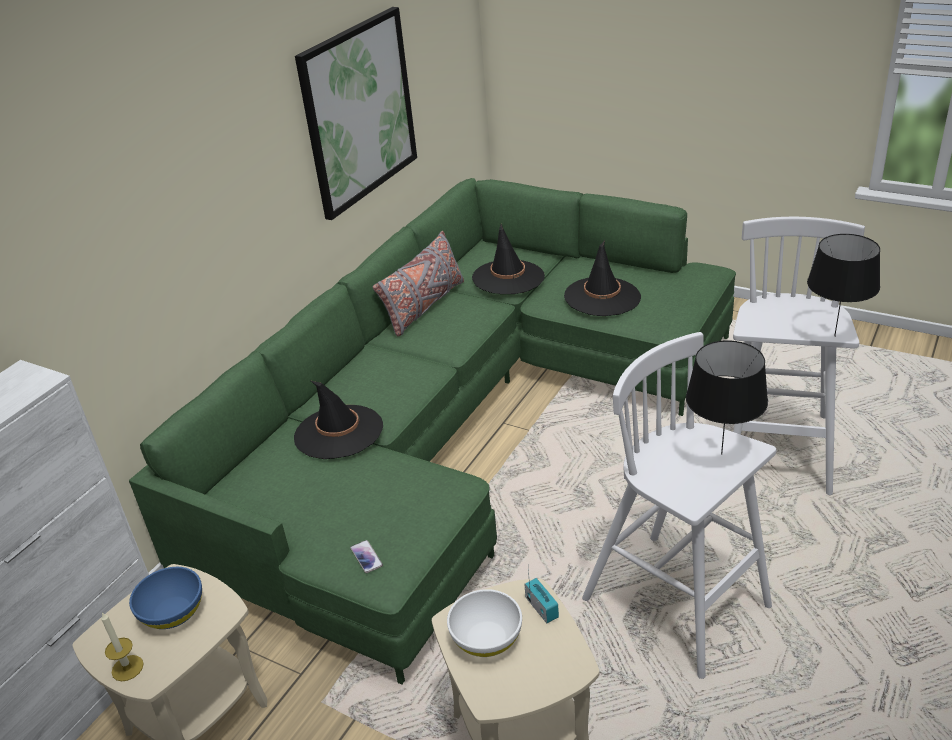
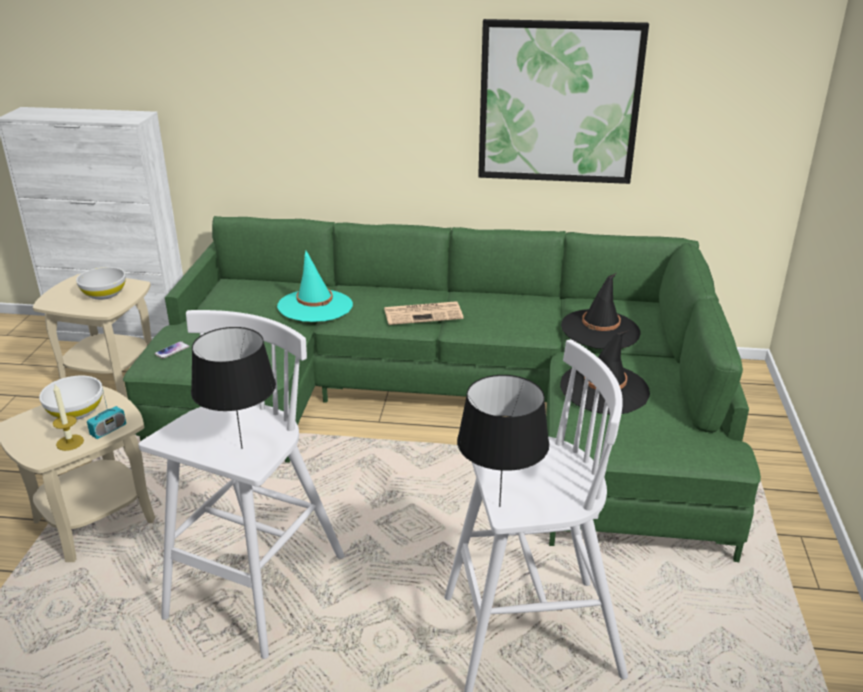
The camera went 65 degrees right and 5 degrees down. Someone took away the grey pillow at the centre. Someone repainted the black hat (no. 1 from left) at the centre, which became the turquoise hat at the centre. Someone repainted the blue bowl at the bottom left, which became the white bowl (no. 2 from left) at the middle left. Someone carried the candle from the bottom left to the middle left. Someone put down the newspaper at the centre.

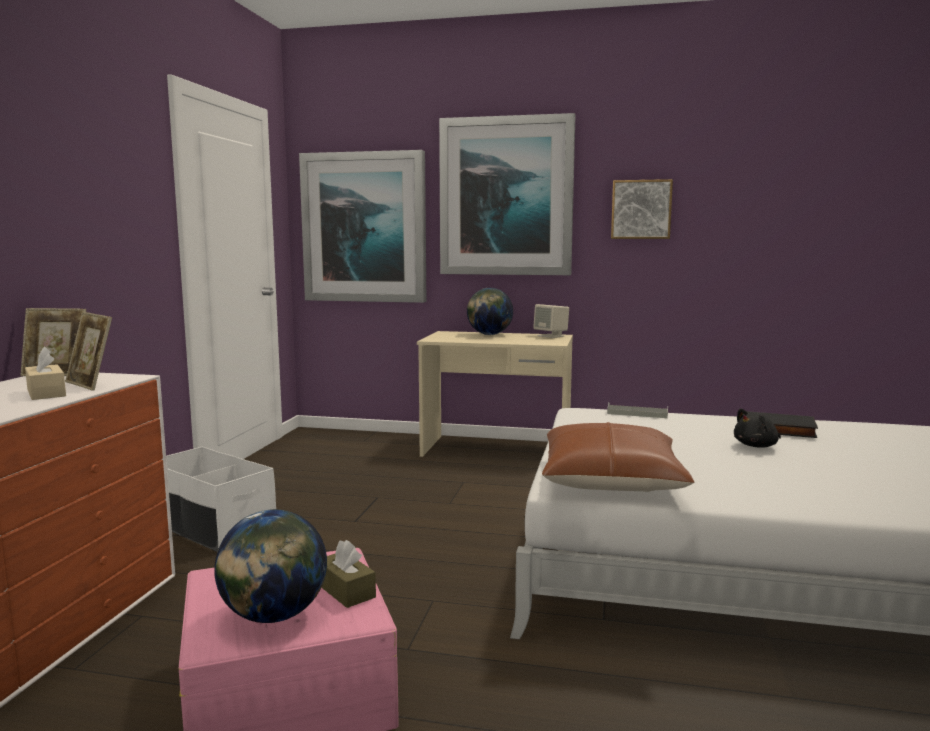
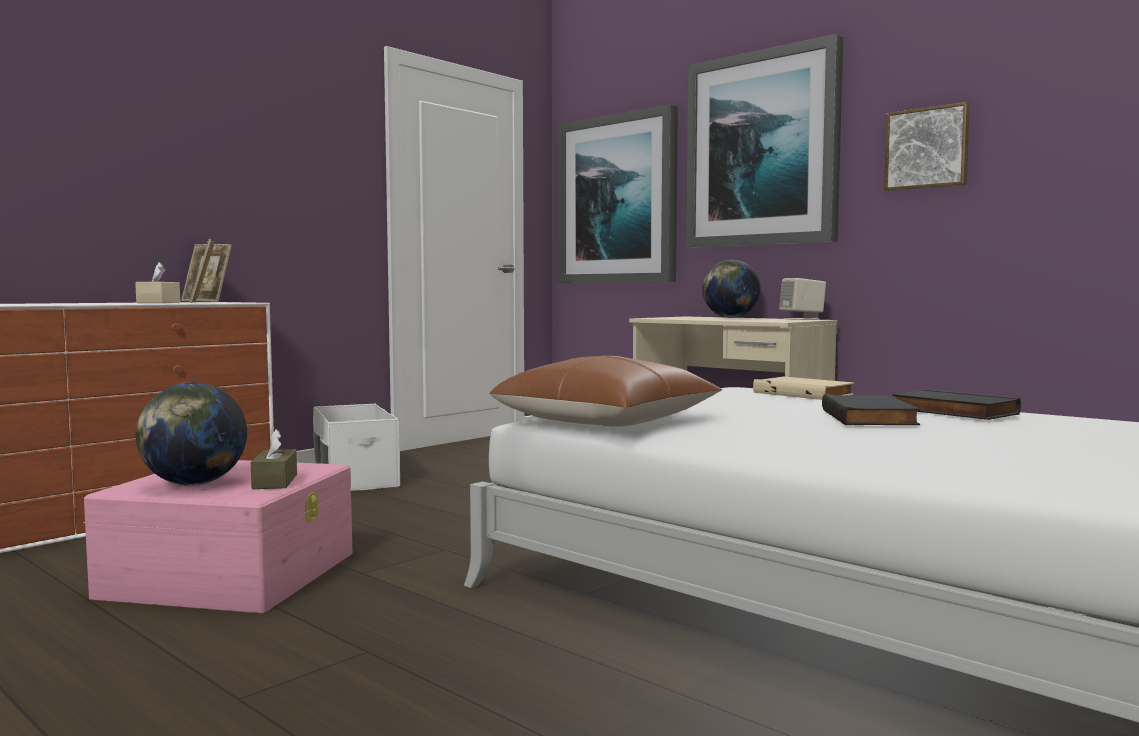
The camera went 30 degrees right and 5 degrees down. Someone swapped the grey tray at the middle right for the beige book at the middle right. Someone swapped the black plush toy at the middle right for the black book (no. 1 from left) at the middle right.

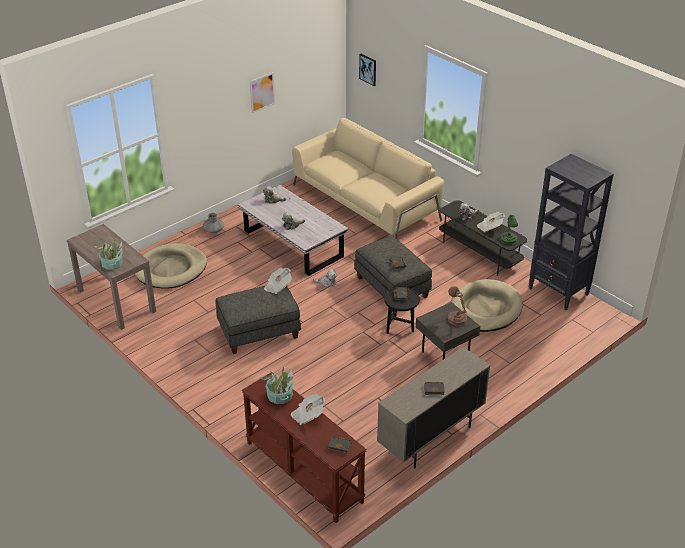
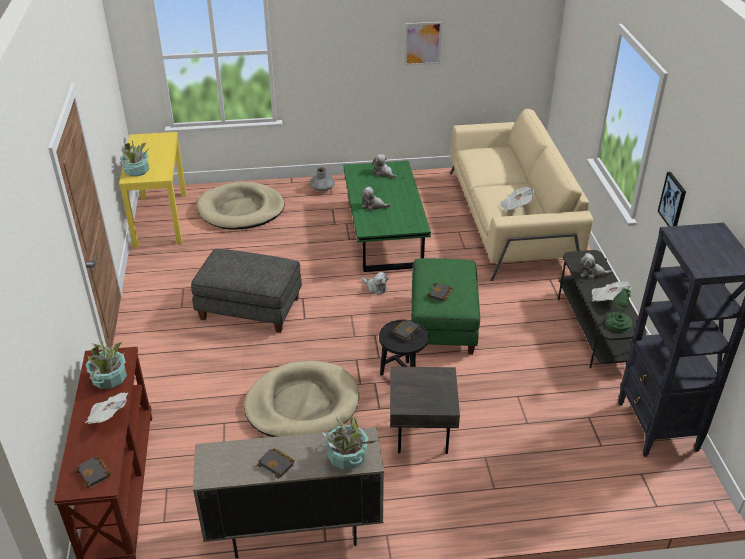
The camera went 35 degrees right and 0 degrees up. Someone carried the picture (no. 2 from left) from the top centre to the middle right. Someone repainted the white coffee table at the centre, which became the green coffee table at the centre. Someone repainted the brown console table (no. 1 from left) at the middle left, which became the yellow console table at the middle left. Someone repainted the grey ottoman (no. 2 from left) at the centre, which became the green ottoman at the centre. Someone carried the newspaper (no. 1 from left in the first image) from the centre to the middle right. Someone carried the beige dog bed (no. 2 from left) from the middle right to the bottom centre. Someone took away the brown table lamp at the middle right. Someone put down the potted plant (no. 3 from left) at the bottom centre.

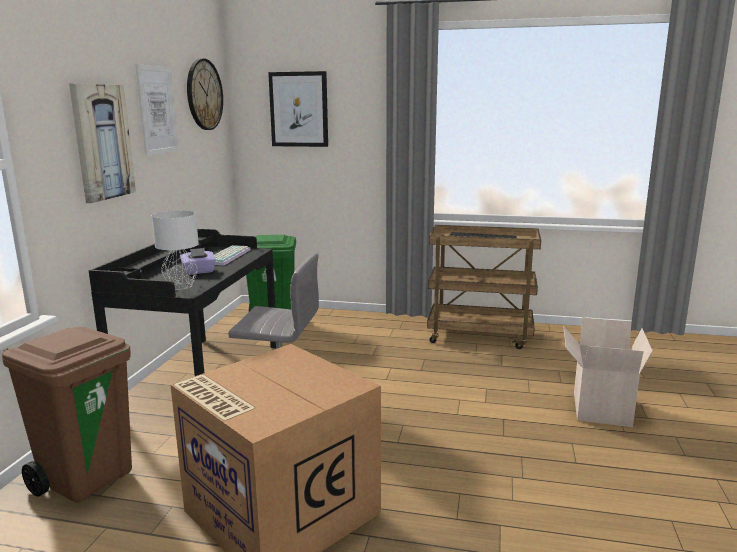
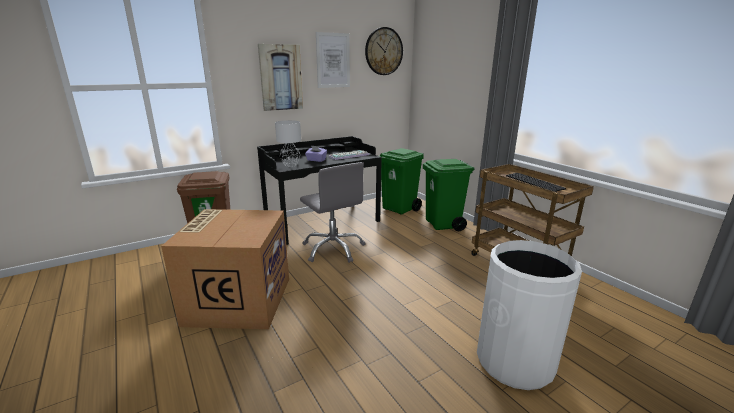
The camera went 45 degrees right and 5 degrees up. Someone took away the picture (no. 3 from left) at the top centre. Someone swapped the cardboard box (no. 2 from left) at the bottom right for the white trash can at the bottom right. Someone put down the green trash can (no. 2 from left) at the centre.

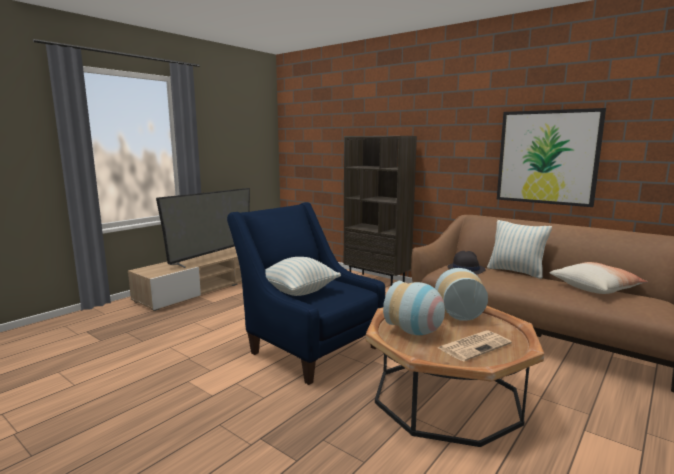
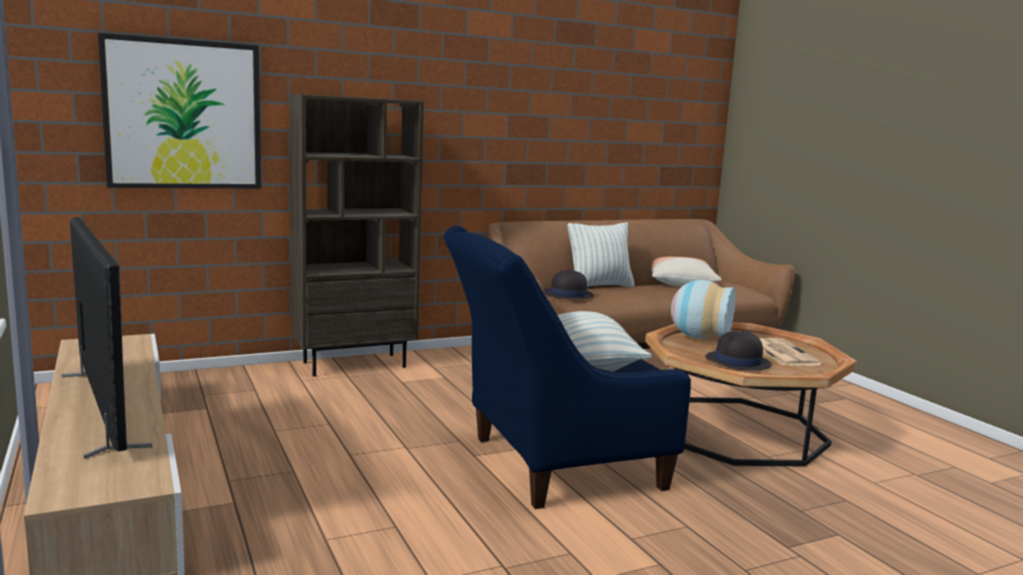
The camera went 65 degrees left and 0 degrees up. Someone carried the picture from the top right to the top left. Someone swapped the vase (no. 1 from left) at the centre for the black hat (no. 2 from left) at the middle right.

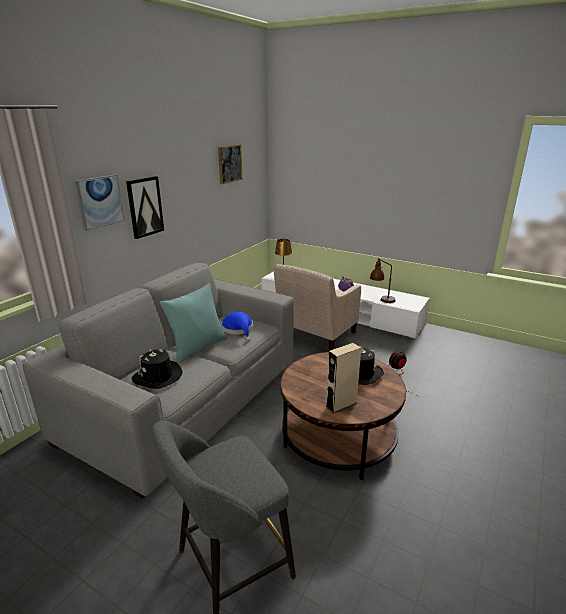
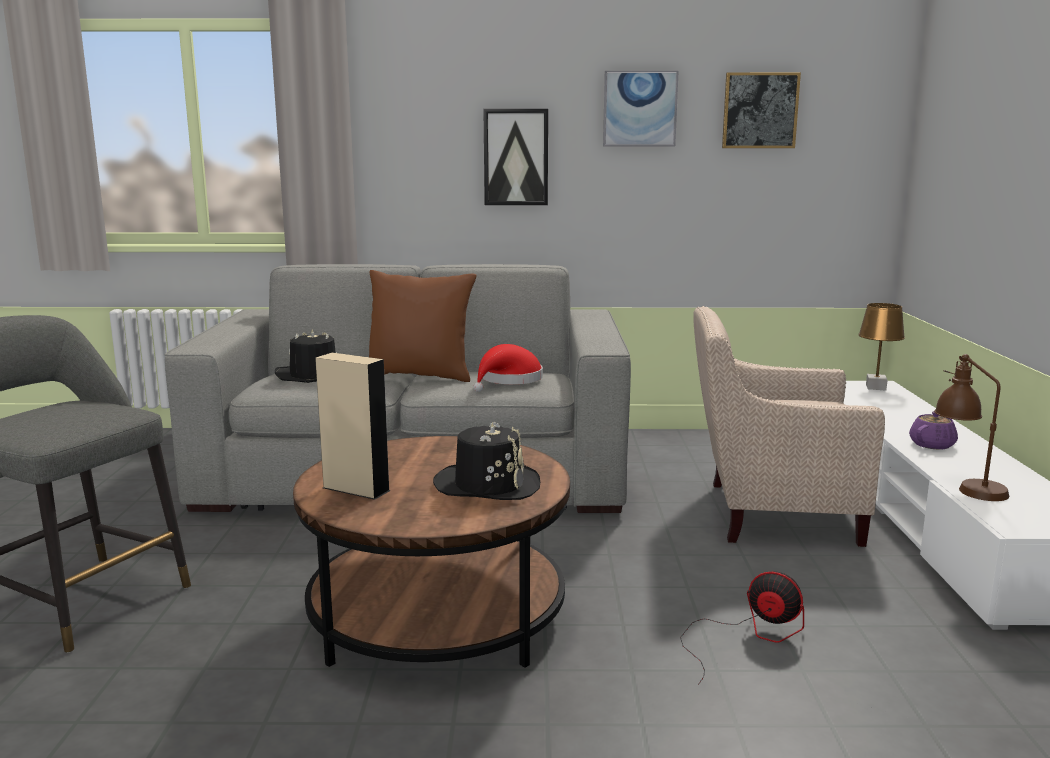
The camera went 60 degrees right and 10 degrees down. Someone carried the picture (no. 1 from left in the first image) from the top left to the top centre. Someone repainted the turquoise pillow at the centre, which became the brown pillow at the centre. Someone repainted the blue hat at the centre, which became the red hat at the centre.

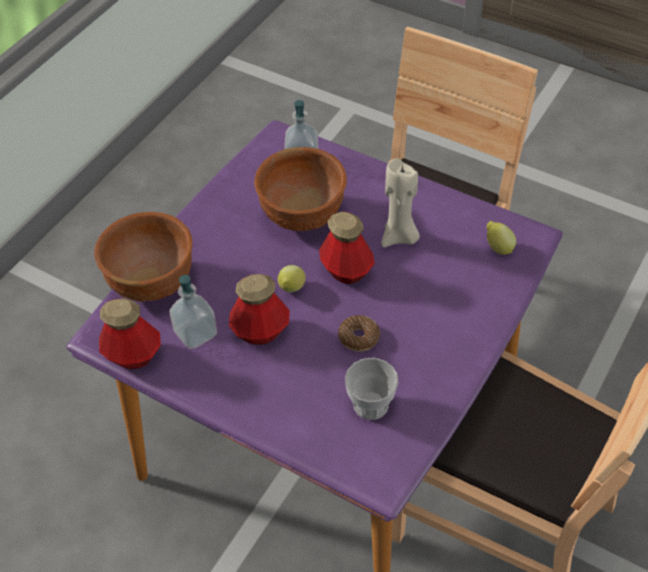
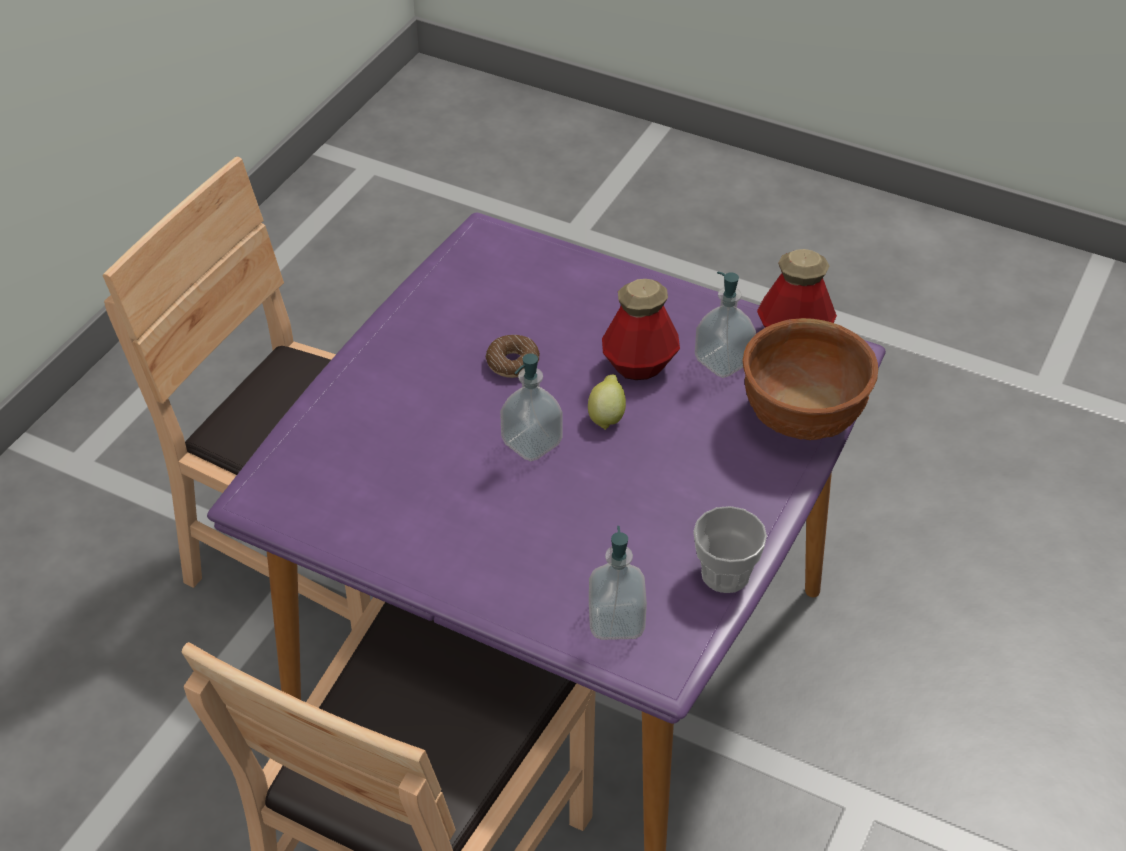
The camera went 175 degrees right and 5 degrees down. Someone took away the brown bowl (no. 2 from left) at the top centre. Someone took away the beige candle at the centre. Someone swapped the bottle (no. 3 from left) at the centre for the soap dispenser (no. 1 from left) at the centre. Someone took away the lemon (no. 2 from left) at the middle right. Someone carried the cup from the bottom centre to the centre.

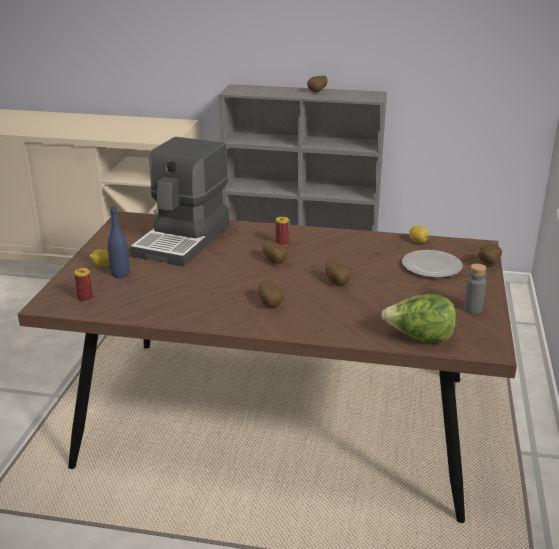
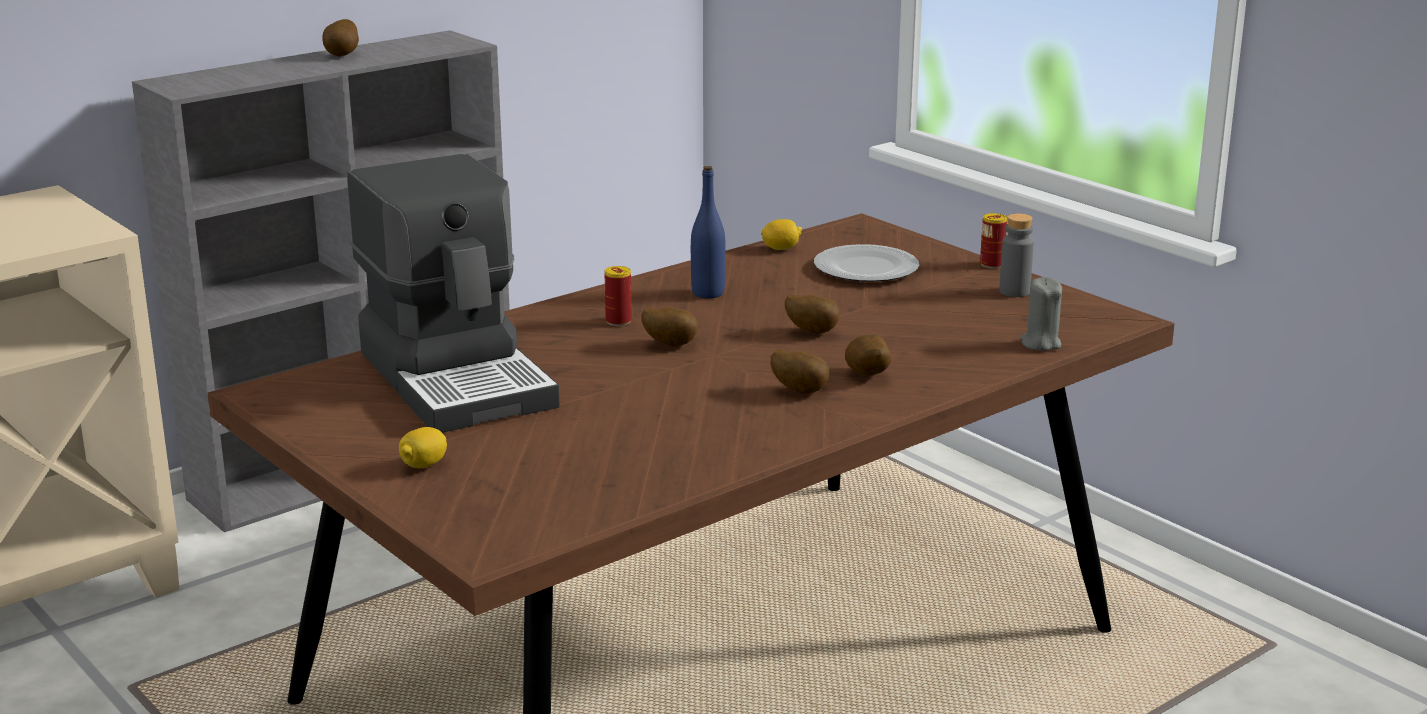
The camera went 50 degrees left and 5 degrees down. Someone carried the blue bottle from the middle left to the top centre. Someone carried the potato (no. 5 from left) from the middle right to the centre. Someone carried the can (no. 1 from left in the first image) from the middle left to the middle right. Someone swapped the lettuce at the middle right for the grey candle at the middle right.

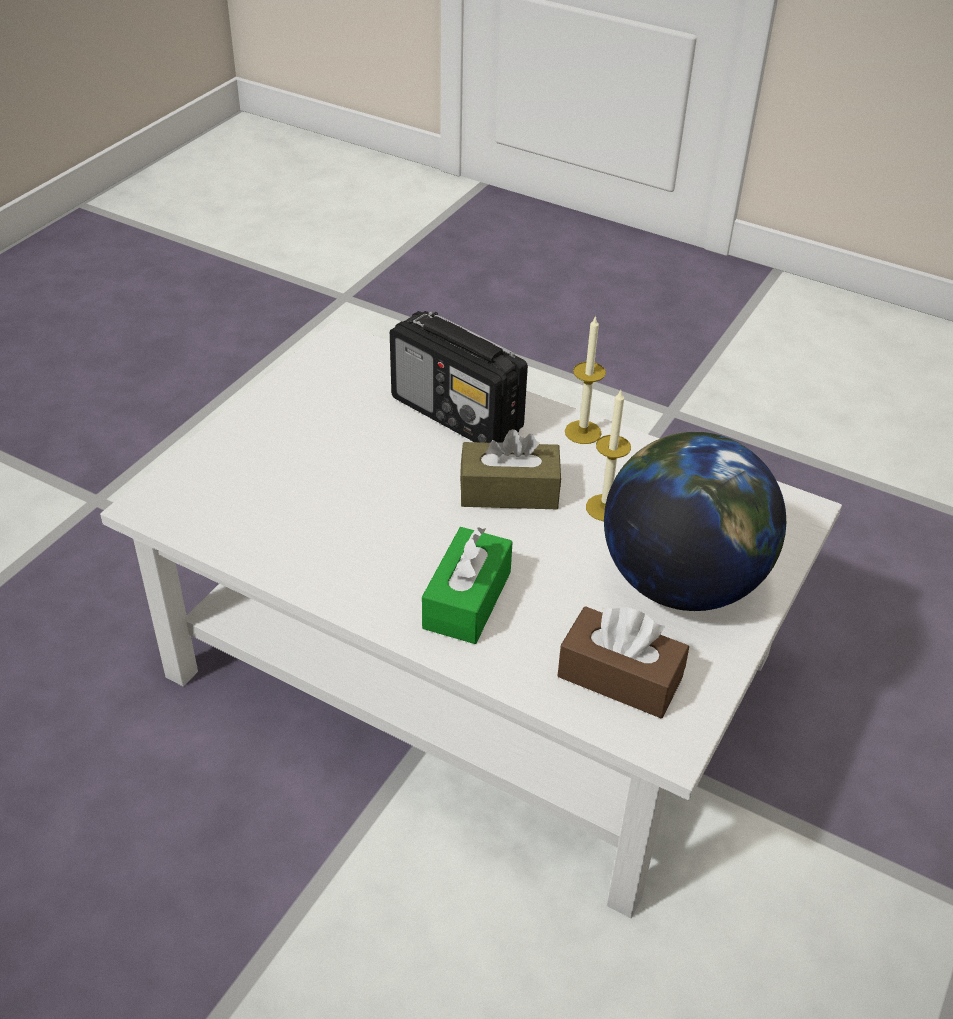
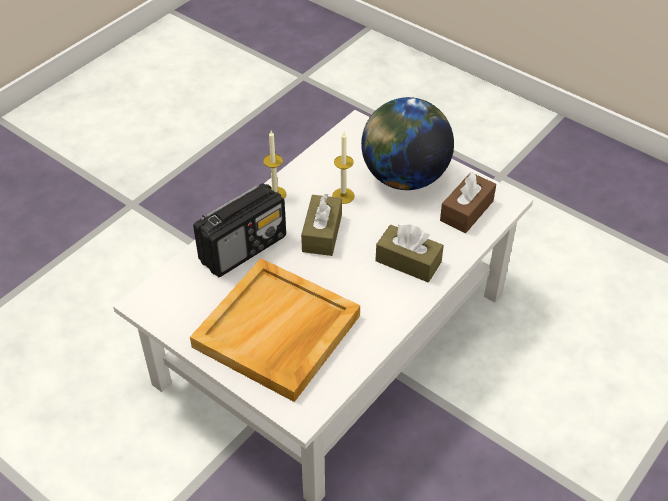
The camera went 80 degrees left and 5 degrees up. Someone repainted the green tissue box at the centre, which became the brown tissue box (no. 2 from left) at the centre. Someone put down the beige tray at the centre.

